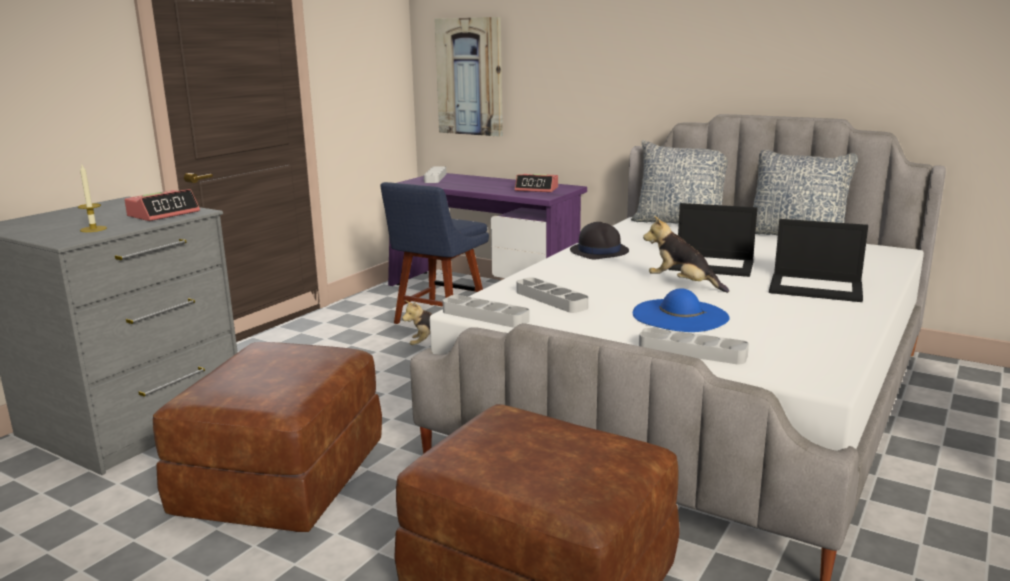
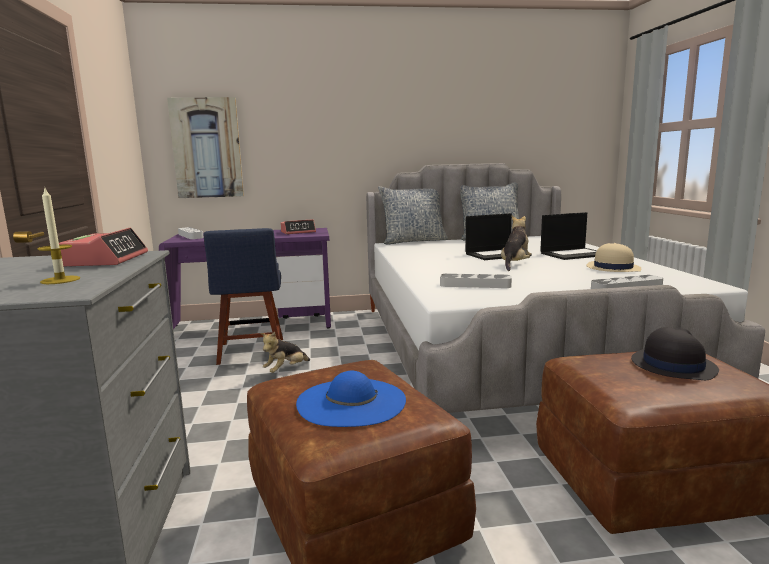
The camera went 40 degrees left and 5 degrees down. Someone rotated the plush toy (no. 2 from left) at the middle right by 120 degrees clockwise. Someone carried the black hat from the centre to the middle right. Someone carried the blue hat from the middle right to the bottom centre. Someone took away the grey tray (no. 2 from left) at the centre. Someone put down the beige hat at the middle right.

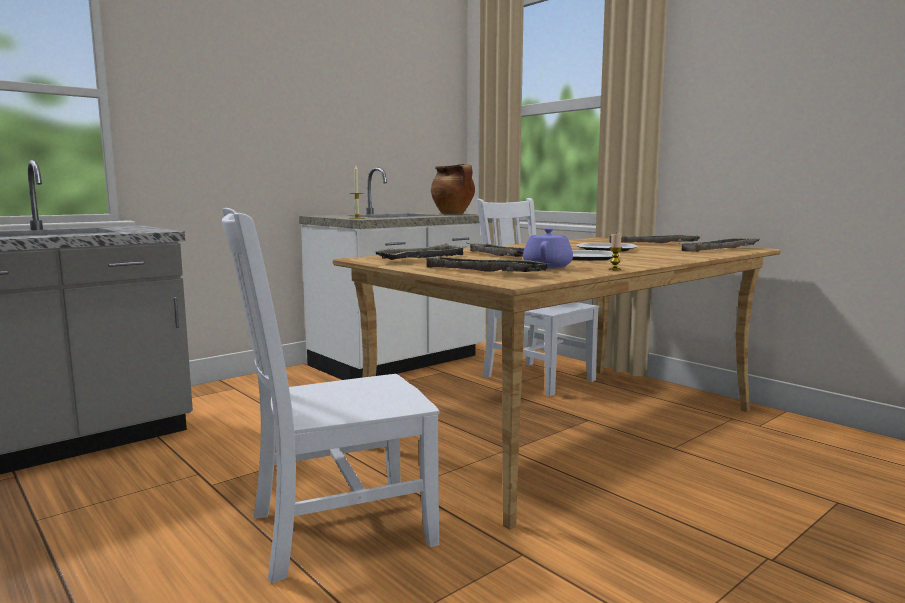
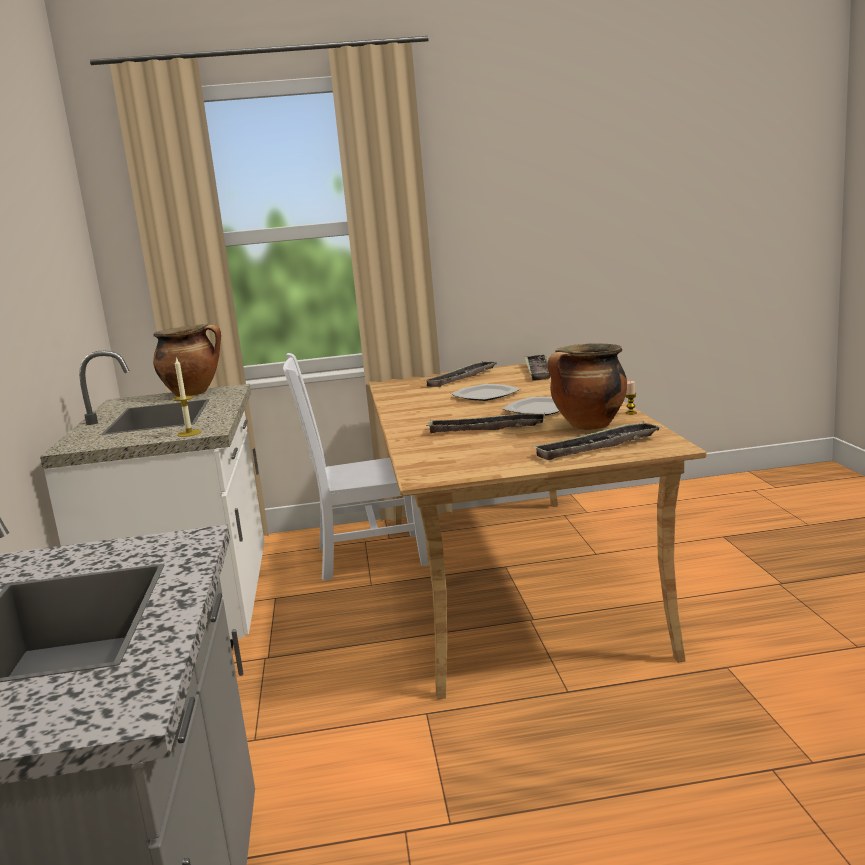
The camera went 55 degrees left and 5 degrees up. Someone took away the white chair (no. 1 from left) at the centre. Someone swapped the purple teapot at the centre for the cooking pot (no. 2 from left) at the middle right. Someone took away the tray (no. 1 from left) at the centre.

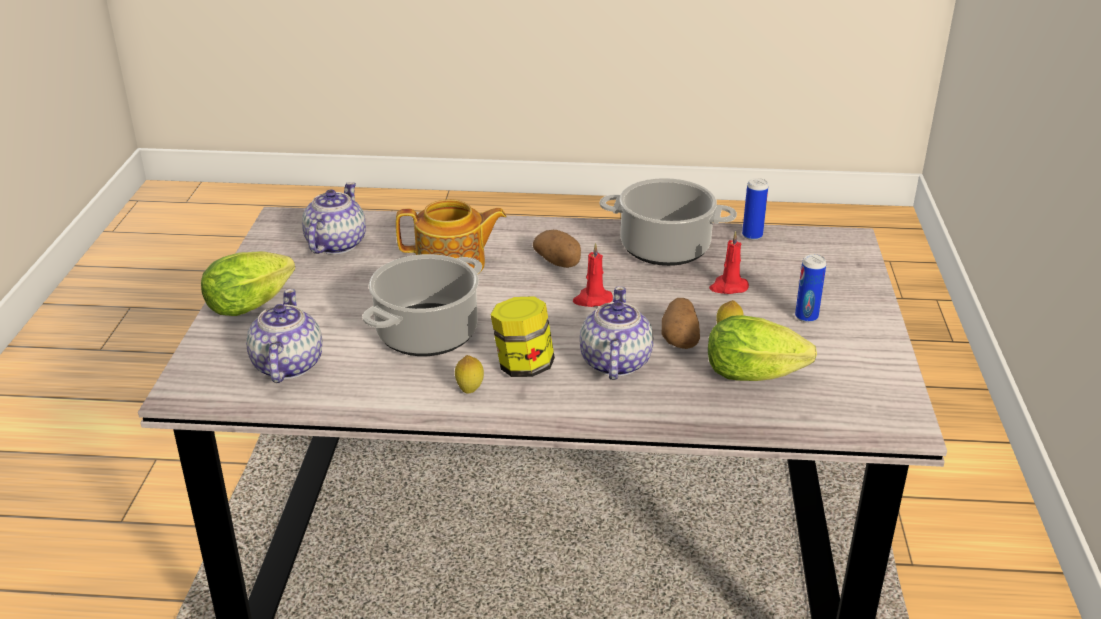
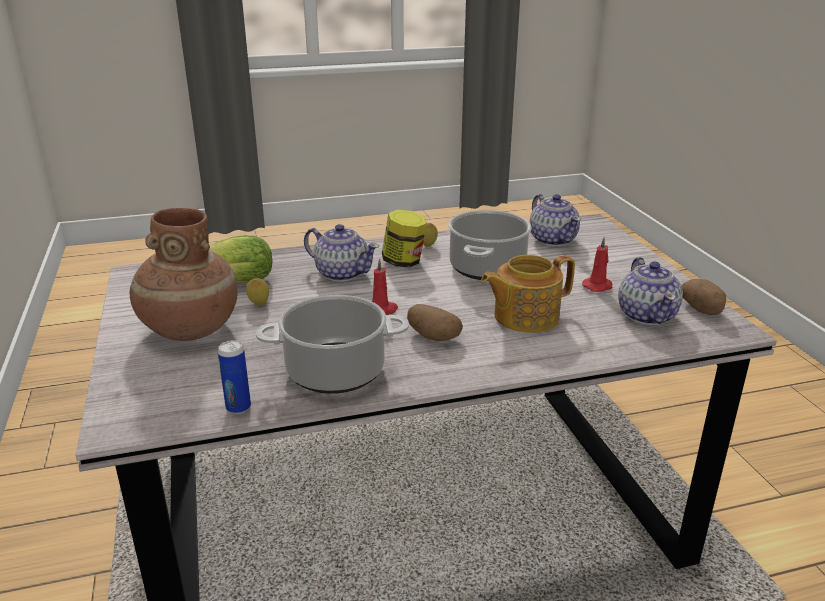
The camera went 160 degrees right and 5 degrees down. Someone carried the red candle (no. 2 from left) from the centre to the middle right. Someone took away the lettuce (no. 1 from left) at the middle left. Someone swapped the can (no. 2 from left) at the middle right for the brown vase at the middle left. Someone rotated the teapot (no. 4 from left in the first image) at the centre by 45 degrees counterclockwise. Someone carried the potato (no. 2 from left) from the centre to the middle right.

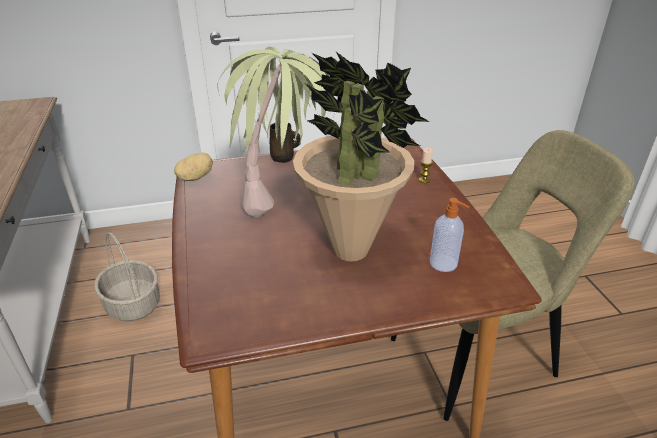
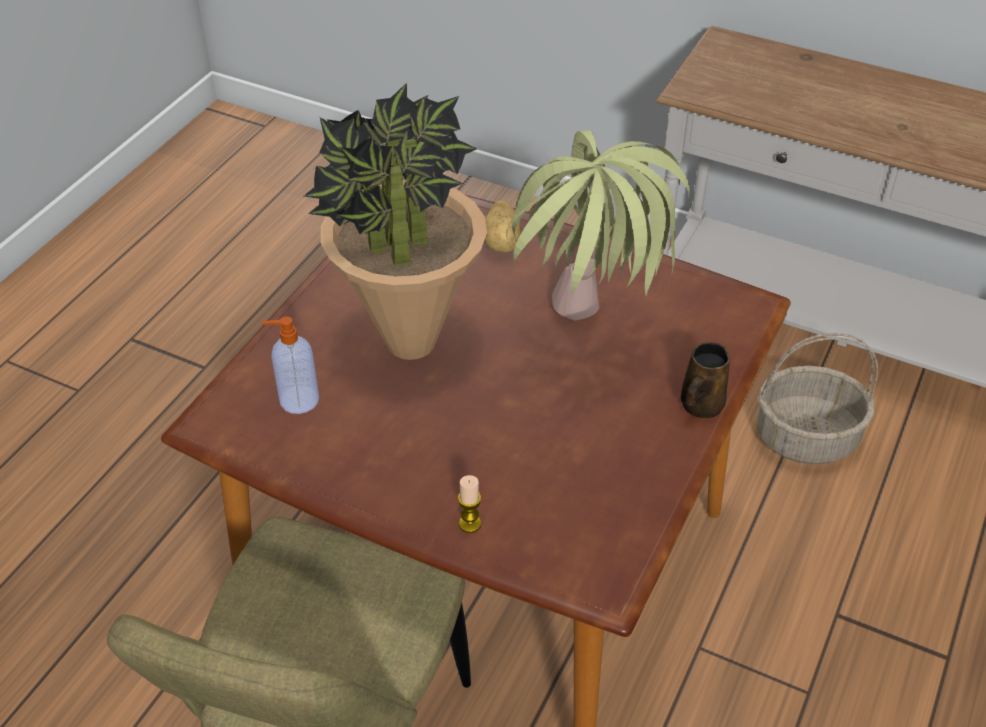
The camera went 130 degrees right and 10 degrees up. Someone carried the potato from the middle left to the top centre.

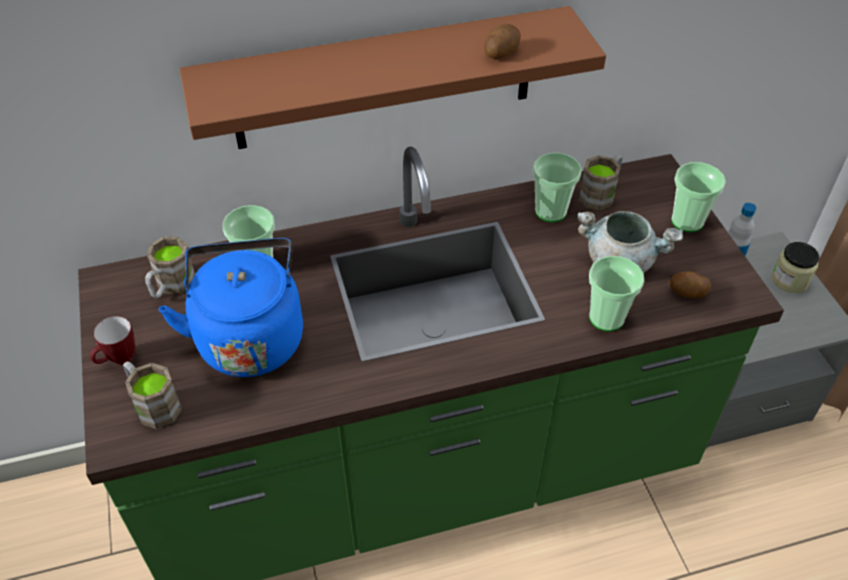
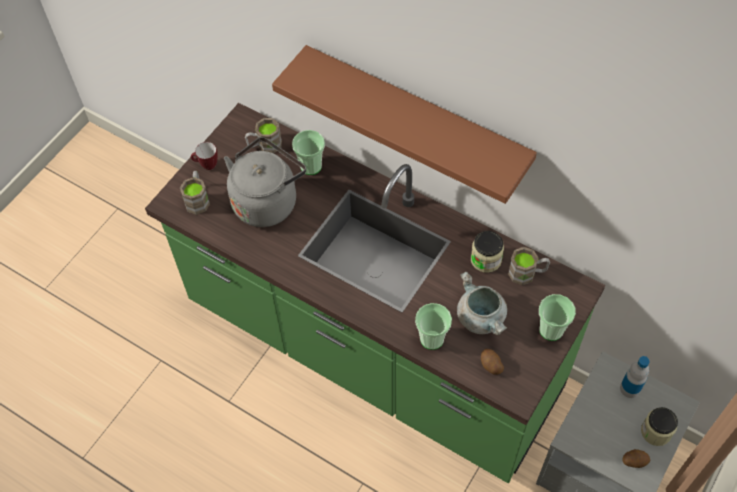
The camera went 50 degrees right and 10 degrees up. Someone carried the potato (no. 1 from left in the first image) from the top centre to the bottom right. Someone swapped the cup (no. 2 from left) at the top centre for the jar (no. 1 from left) at the centre. Someone repainted the blue kettle at the middle left, which became the grey kettle at the centre.

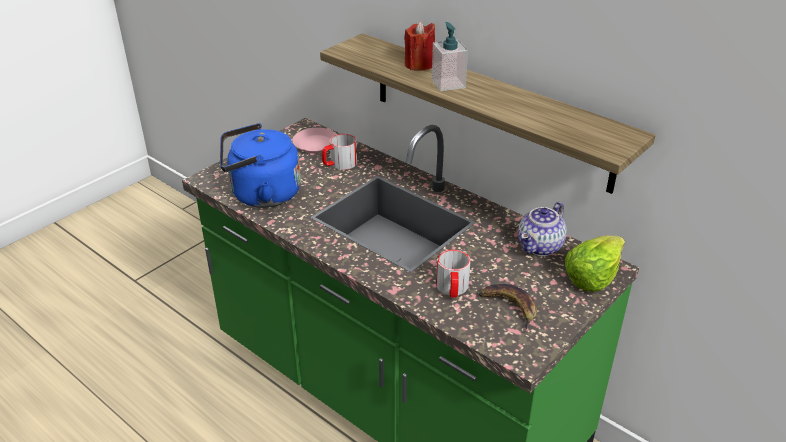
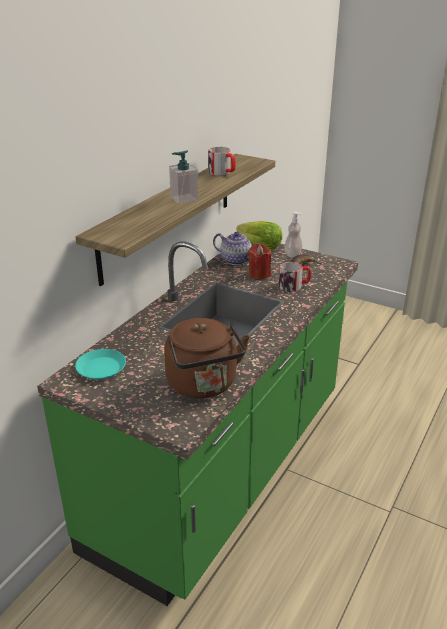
The camera went 100 degrees left and 5 degrees down. Someone carried the red candle from the top centre to the centre. Someone repainted the blue kettle at the middle left, which became the brown kettle at the centre. Someone repainted the pink plate at the top centre, which became the turquoise plate at the middle left. Someone carried the mug (no. 1 from left) from the centre to the top centre. Someone put down the soap dispenser (no. 2 from left) at the centre.

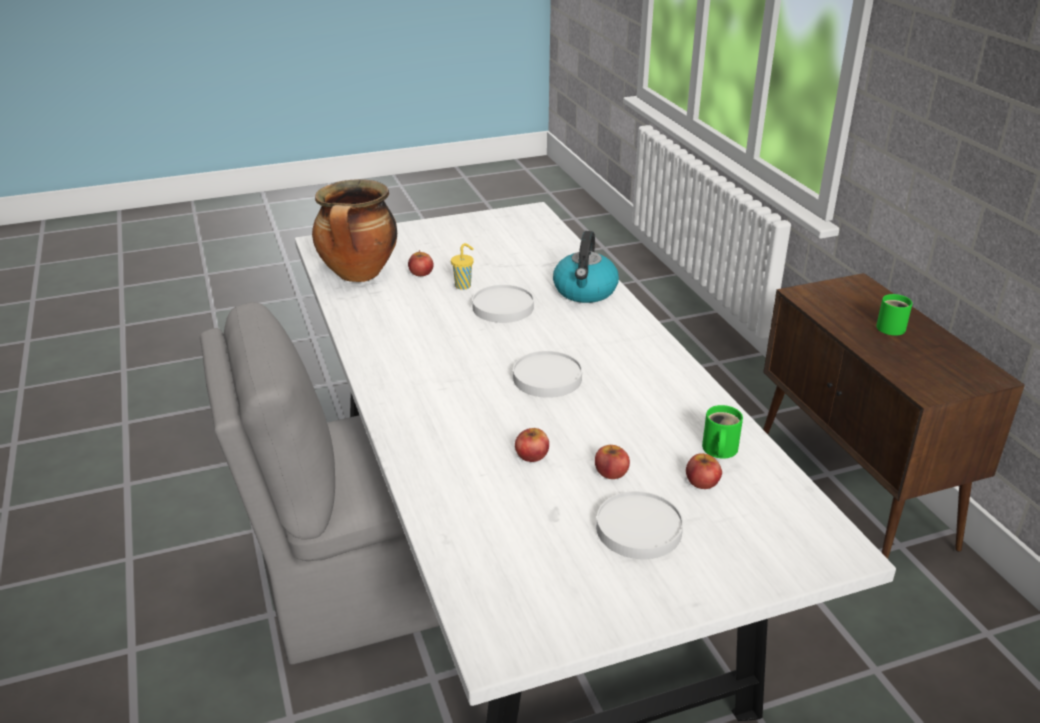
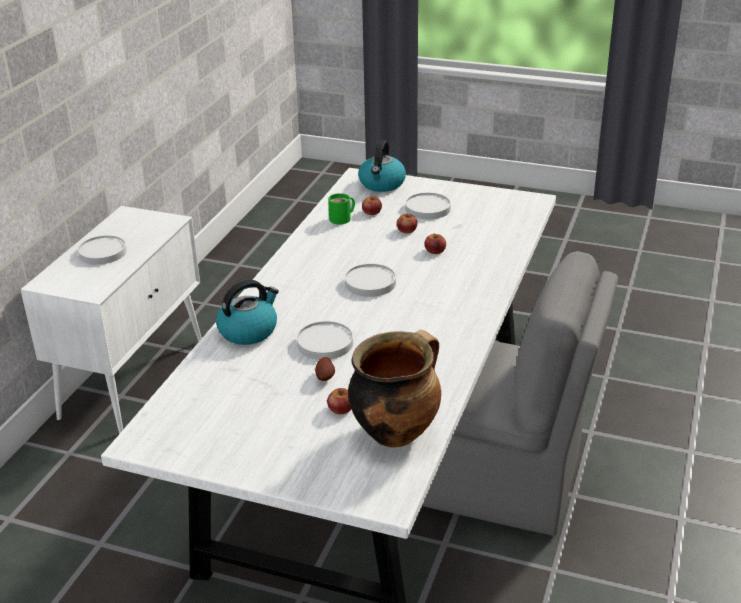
The camera went 140 degrees left and 0 degrees up. Someone swapped the yellow cup at the centre for the potato at the centre. Someone repainted the brown cabinet at the middle right, which became the white cabinet at the middle left. Someone swapped the green mug (no. 2 from left) at the middle right for the white plate (no. 1 from left) at the middle left. Someone put down the kettle (no. 2 from left) at the top centre.

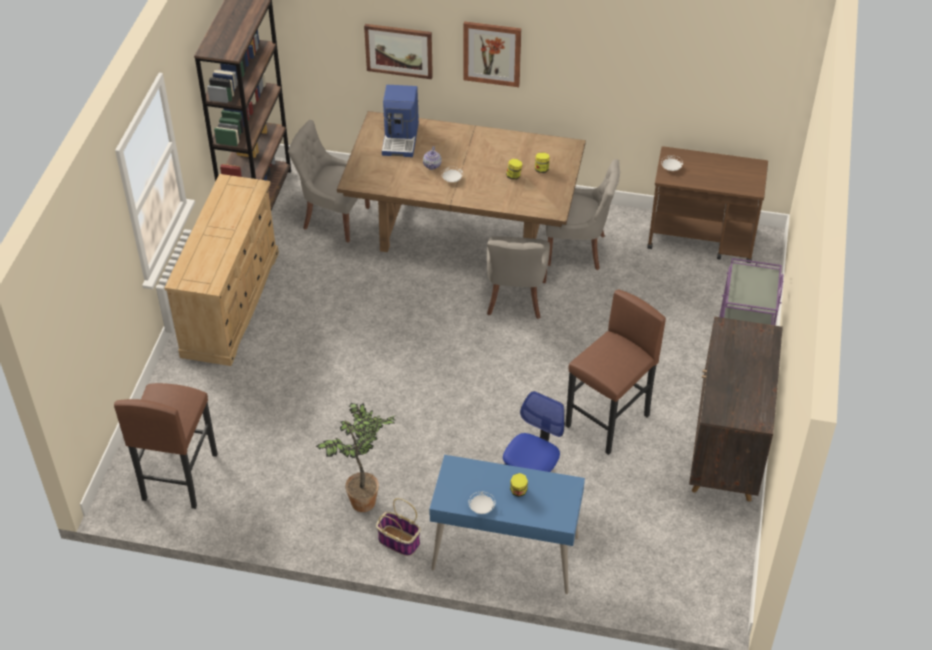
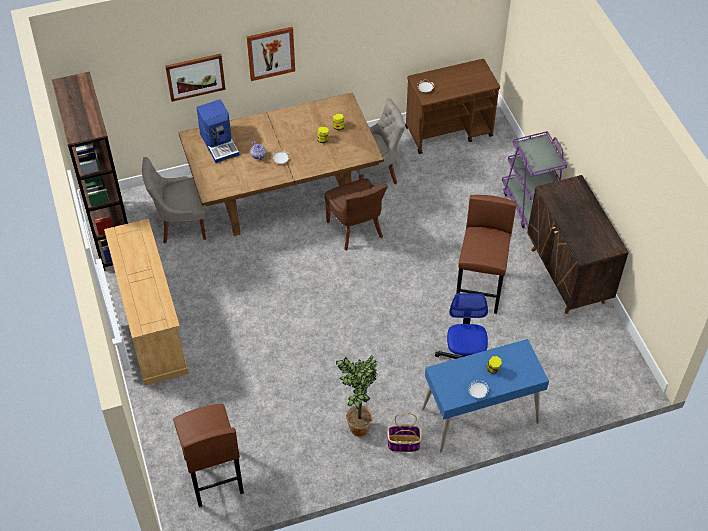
The camera went 30 degrees left and 5 degrees up. Someone repainted the grey chair (no. 2 from left) at the centre, which became the brown chair at the centre.

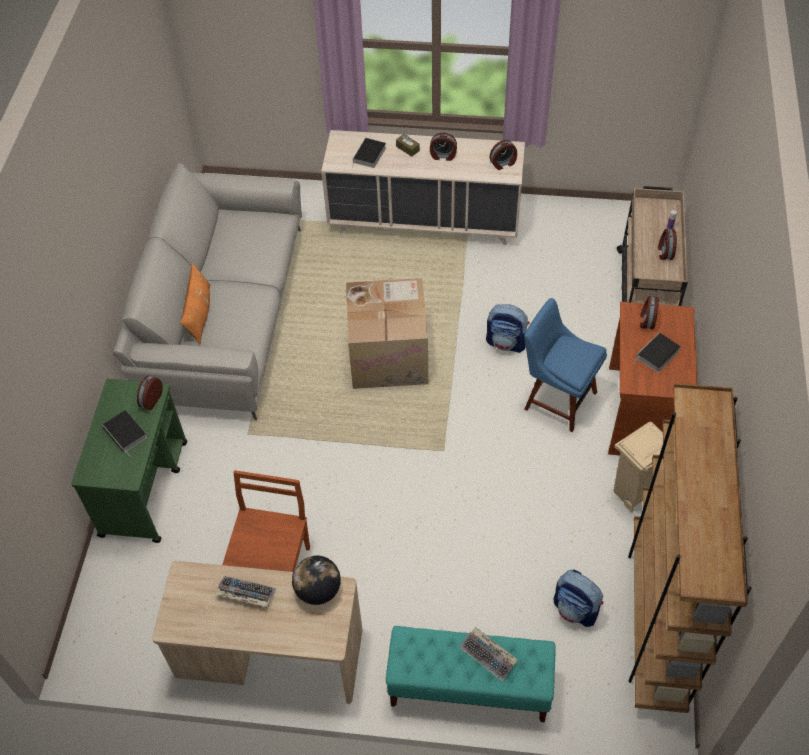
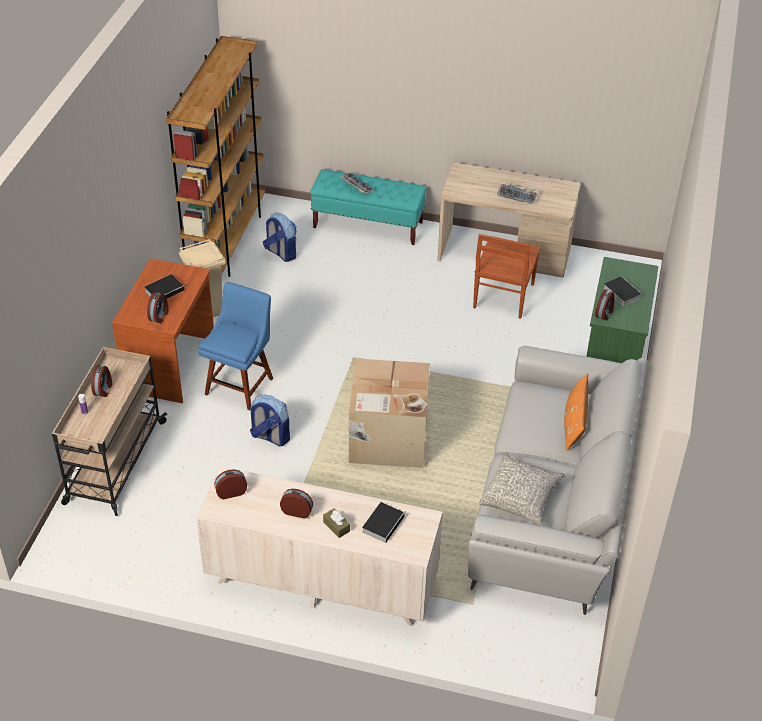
The camera went 175 degrees left and 10 degrees down. Someone rotated the blue chair at the middle right by 105 degrees counterclockwise. Someone took away the globe at the bottom centre. Someone put down the grey pillow at the bottom right.

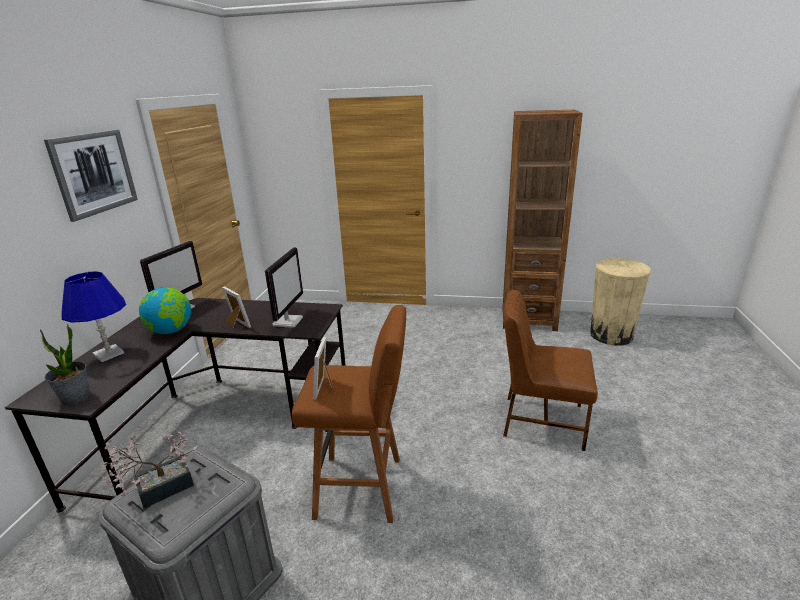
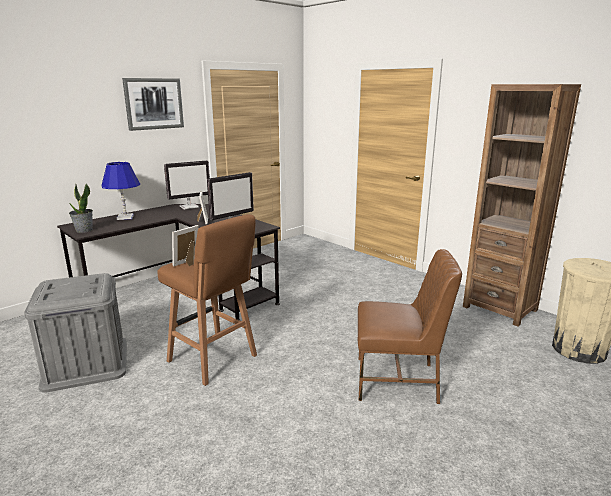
The camera went 35 degrees right and 5 degrees down. Someone took away the globe at the middle left. Someone rotated the brown chair at the middle right by 135 degrees clockwise. Someone took away the potted plant (no. 2 from left) at the bottom left.

